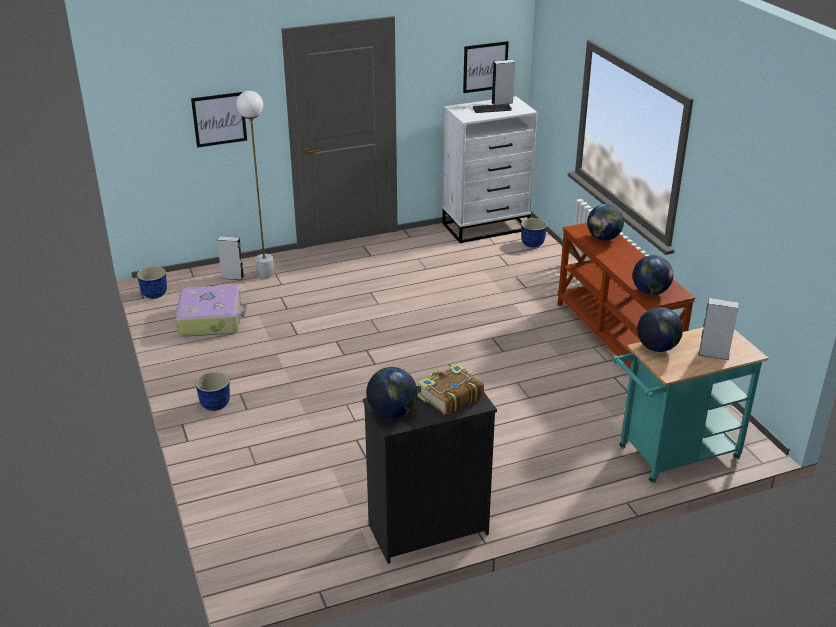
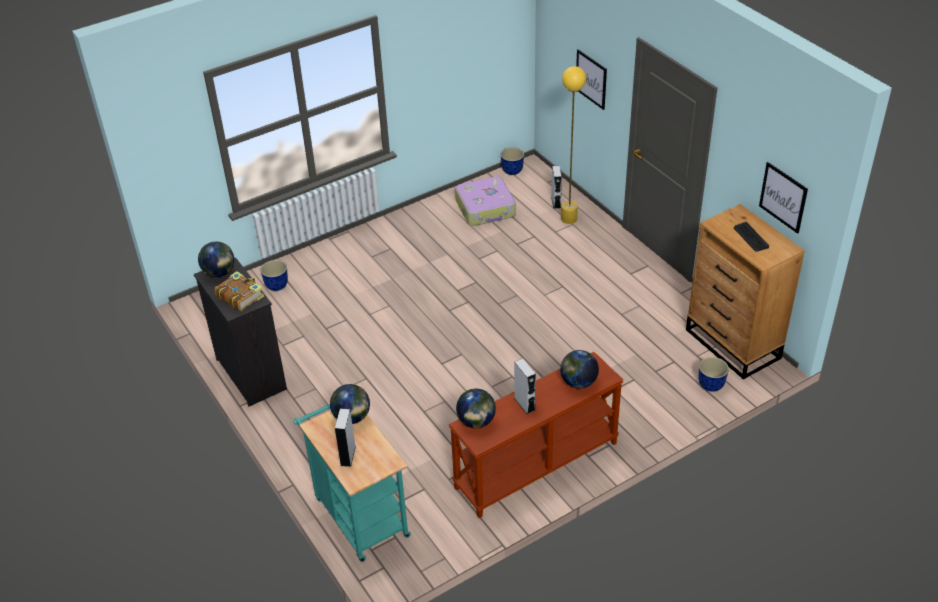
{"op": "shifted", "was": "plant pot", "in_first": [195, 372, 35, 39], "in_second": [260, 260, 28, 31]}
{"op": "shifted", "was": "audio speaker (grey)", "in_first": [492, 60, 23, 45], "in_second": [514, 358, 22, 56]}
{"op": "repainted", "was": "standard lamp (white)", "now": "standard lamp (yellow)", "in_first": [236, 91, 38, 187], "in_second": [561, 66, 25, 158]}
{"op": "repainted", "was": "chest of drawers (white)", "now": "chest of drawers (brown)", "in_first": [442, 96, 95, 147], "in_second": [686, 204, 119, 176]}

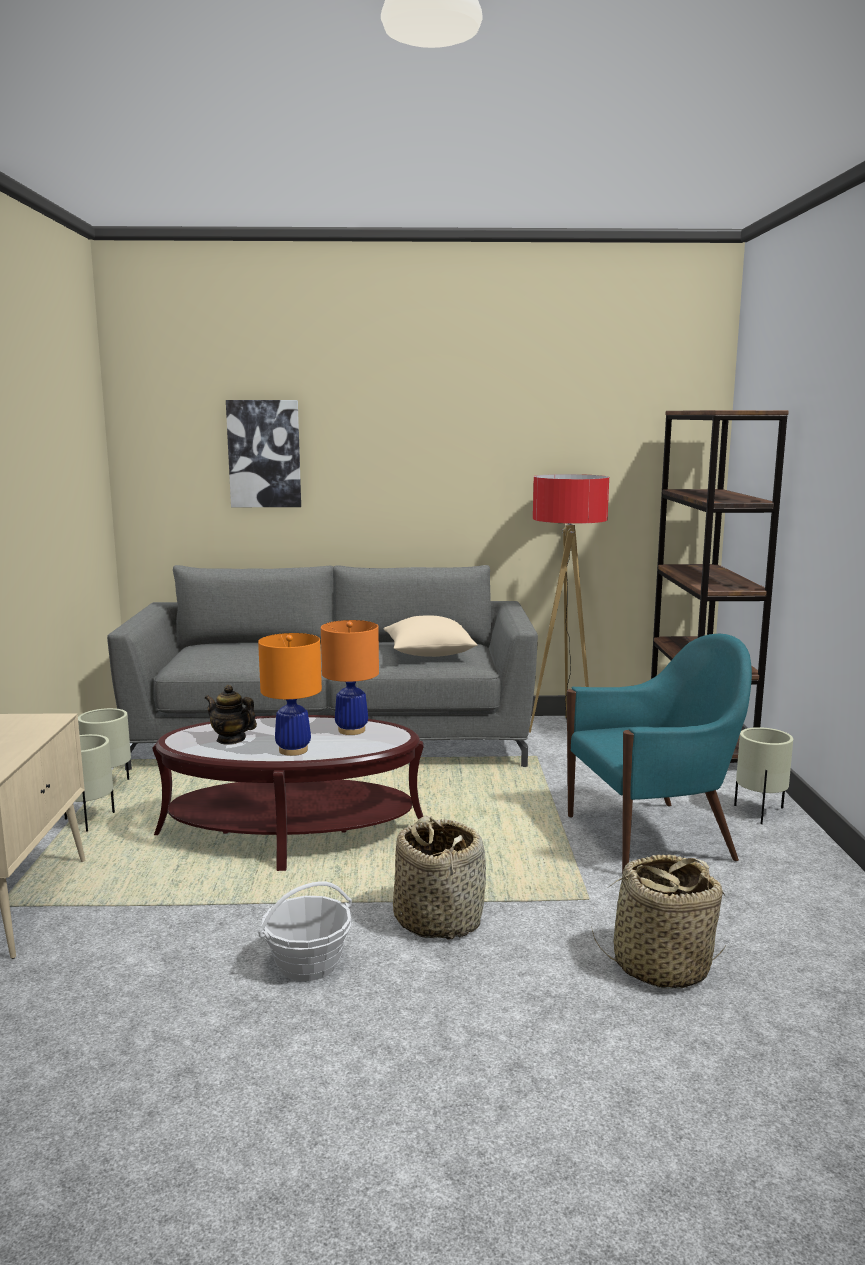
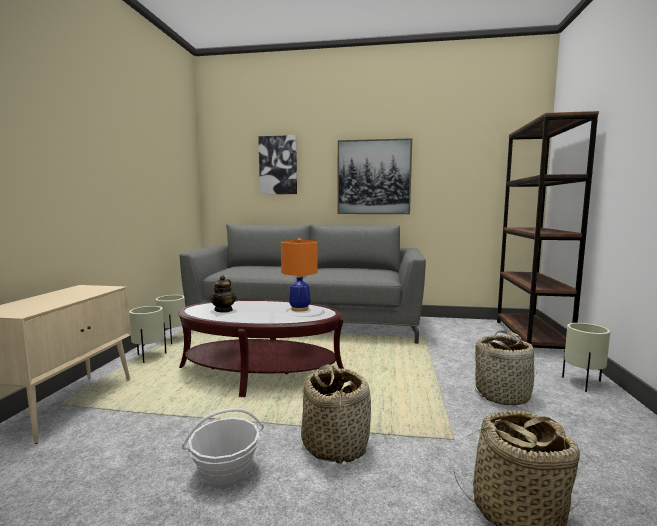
{"op": "gone", "was": "tabletop lamp (orange-coloured)", "in_first": [258, 633, 64, 123]}
{"op": "gone", "was": "pillow (sand-coloured)", "in_first": [384, 615, 93, 42]}
{"op": "gone", "was": "standard lamp", "in_first": [529, 474, 80, 259]}
{"op": "new", "now": "wall art", "in_second": [337, 138, 75, 76]}
{"op": "swapped", "was": "armchair (turquoise-coloured)", "now": "storage basket", "in_first": [567, 634, 185, 240], "in_second": [475, 330, 62, 75]}
{"op": "rotated", "was": "teapot", "in_first": [205, 685, 52, 60], "in_second": [210, 275, 26, 38], "clockwise": -120}

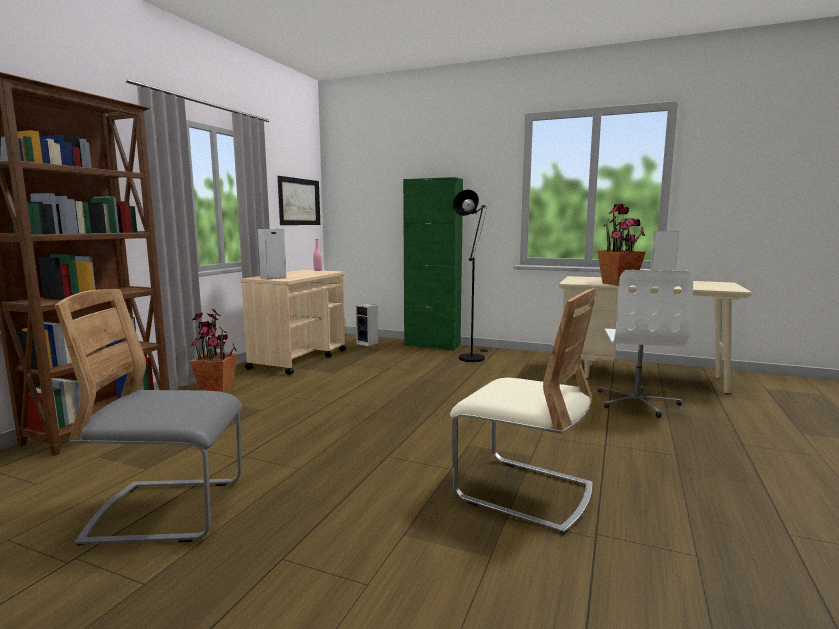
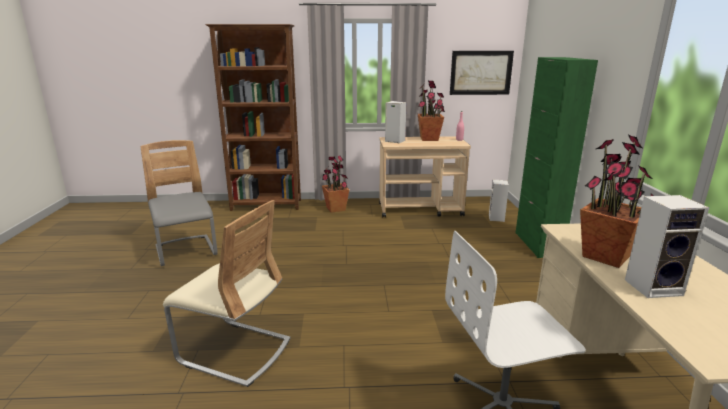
{"op": "gone", "was": "standard lamp (blackish)", "in_first": [453, 189, 35, 173]}
{"op": "new", "now": "potted plant", "in_second": [418, 81, 27, 60]}
{"op": "rotated", "was": "upright chair (sand-coloured)", "in_first": [450, 288, 148, 246], "in_second": [163, 200, 128, 187], "clockwise": -75}

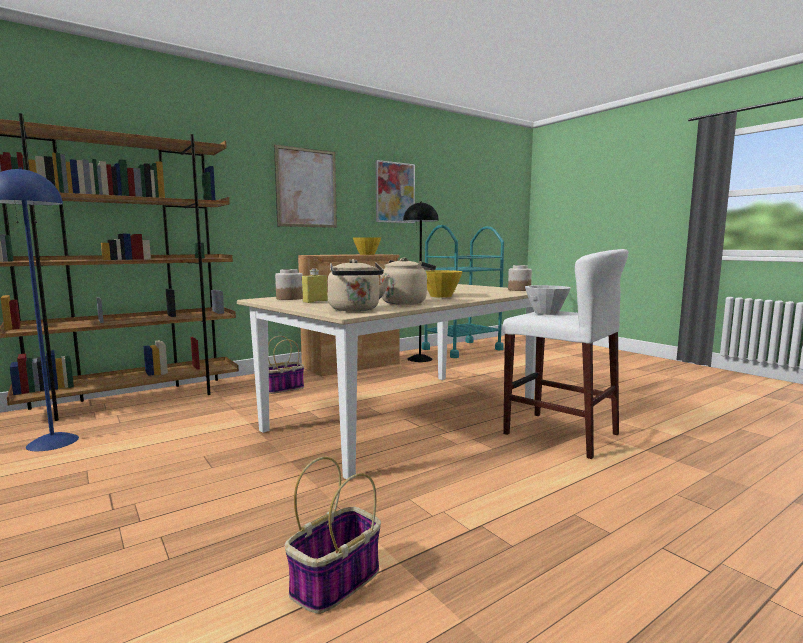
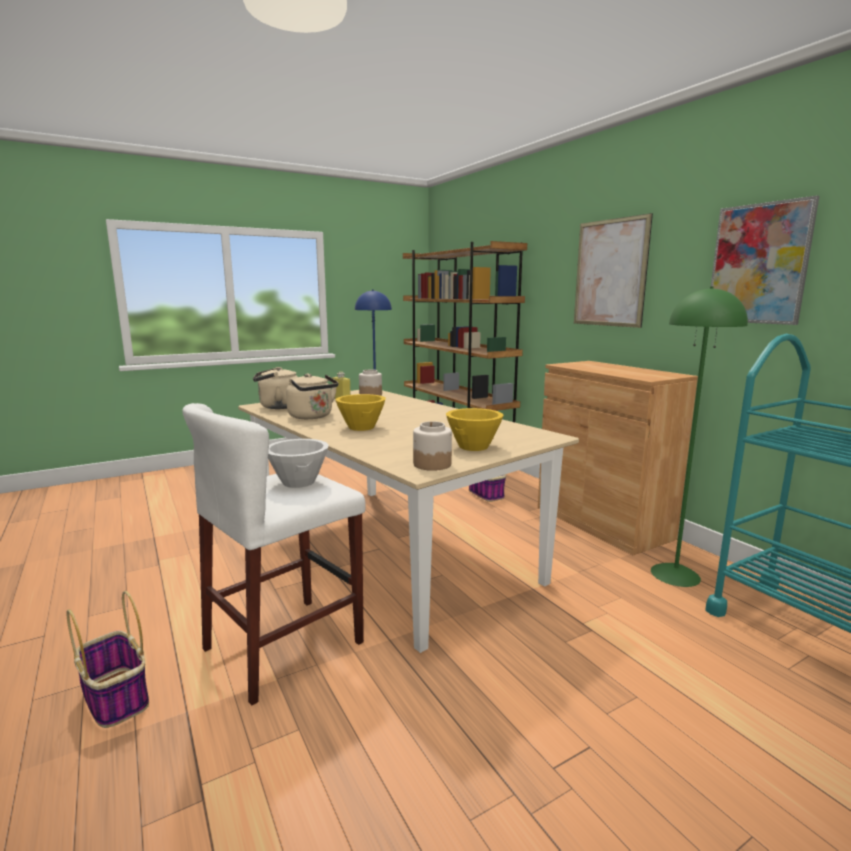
{"op": "shifted", "was": "storage basket", "in_first": [284, 457, 97, 157], "in_second": [66, 591, 83, 137]}
{"op": "shifted", "was": "serving bowl (yellow)", "in_first": [353, 237, 28, 18], "in_second": [446, 408, 58, 43]}
{"op": "repainted", "was": "standard lamp (blackish)", "now": "standard lamp (greenish)", "in_first": [403, 202, 36, 160], "in_second": [651, 287, 97, 300]}

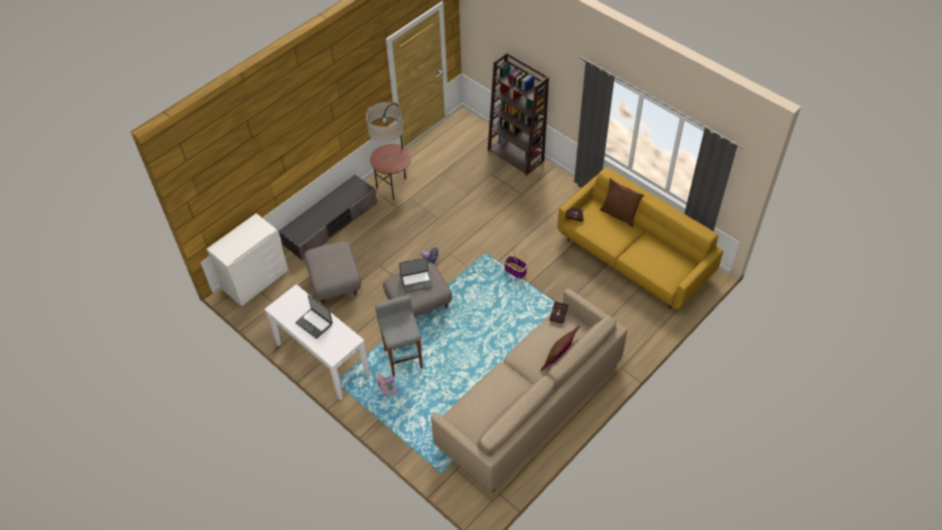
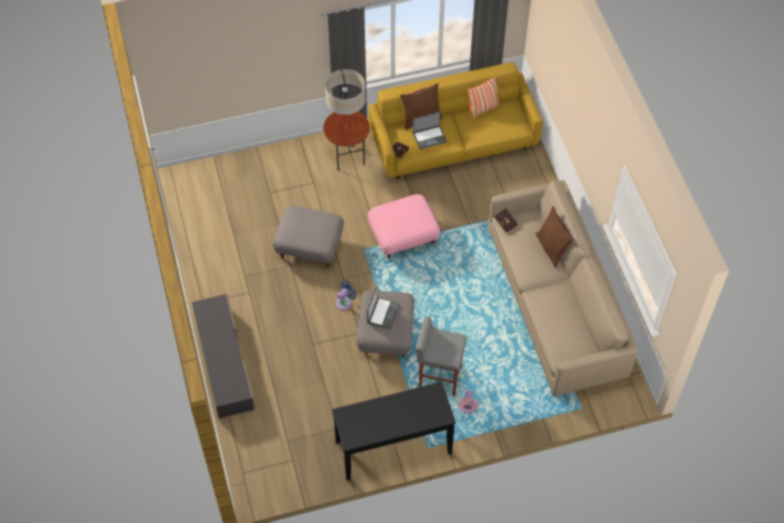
{"op": "gone", "was": "chest of drawers (white)", "in_first": [207, 213, 81, 94]}
{"op": "gone", "was": "bookshelf (brown)", "in_first": [488, 52, 61, 124]}
{"op": "new", "now": "pillow", "in_second": [467, 77, 33, 42]}
{"op": "shifted", "was": "laptop", "in_first": [295, 295, 38, 44], "in_second": [413, 112, 34, 38]}
{"op": "shifted", "was": "ottoman (grey)", "in_first": [304, 241, 57, 65], "in_second": [273, 206, 71, 62]}
{"op": "shifted", "was": "standard lamp", "in_first": [366, 102, 45, 98], "in_second": [323, 68, 47, 102]}
{"op": "swapped", "was": "storage basket", "now": "ottoman (pinkish)", "in_first": [504, 247, 24, 32], "in_second": [368, 194, 72, 66]}
{"op": "repainted", "was": "hall table (white)", "now": "hall table (blackish)", "in_first": [264, 284, 106, 116], "in_second": [332, 382, 124, 99]}

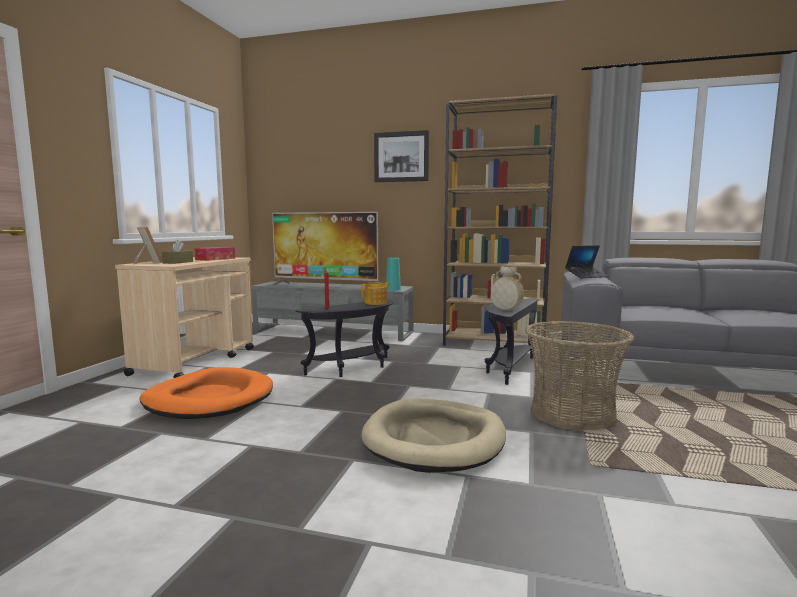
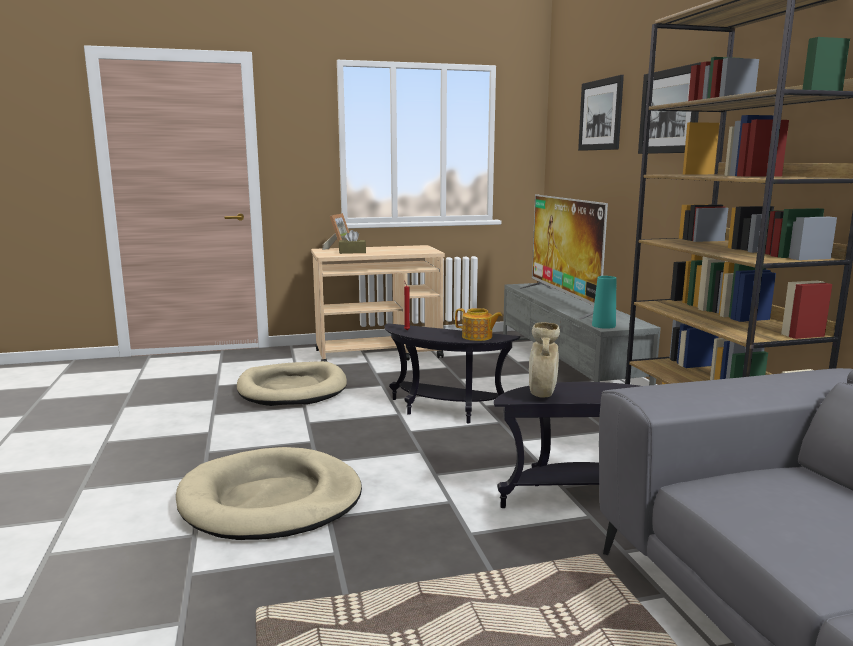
{"op": "gone", "was": "box of tissues", "in_first": [194, 247, 41, 14]}
{"op": "gone", "was": "storage basket", "in_first": [525, 321, 110, 110]}
{"op": "gone", "was": "laptop", "in_first": [565, 245, 43, 33]}
{"op": "new", "now": "wall art", "in_second": [578, 75, 46, 76]}
{"op": "repainted", "was": "pet bed (orange-coloured)", "now": "pet bed (sand-coloured)", "in_first": [139, 367, 134, 52], "in_second": [237, 361, 110, 45]}

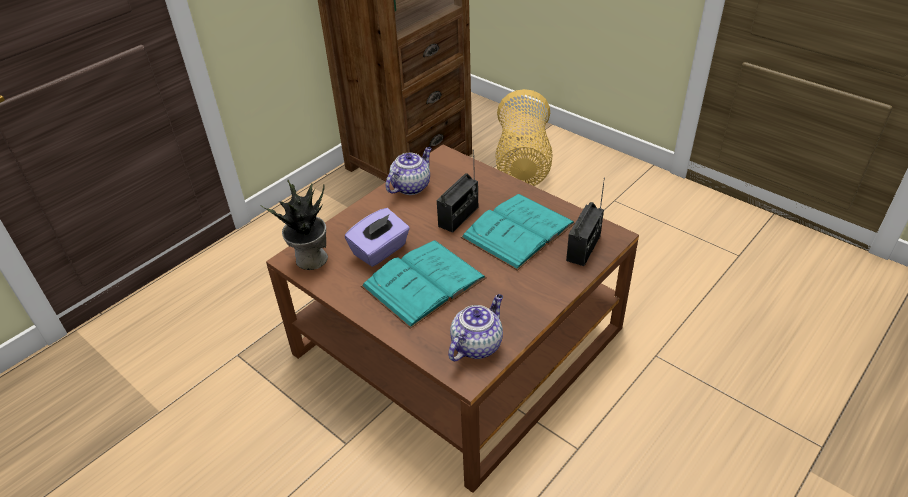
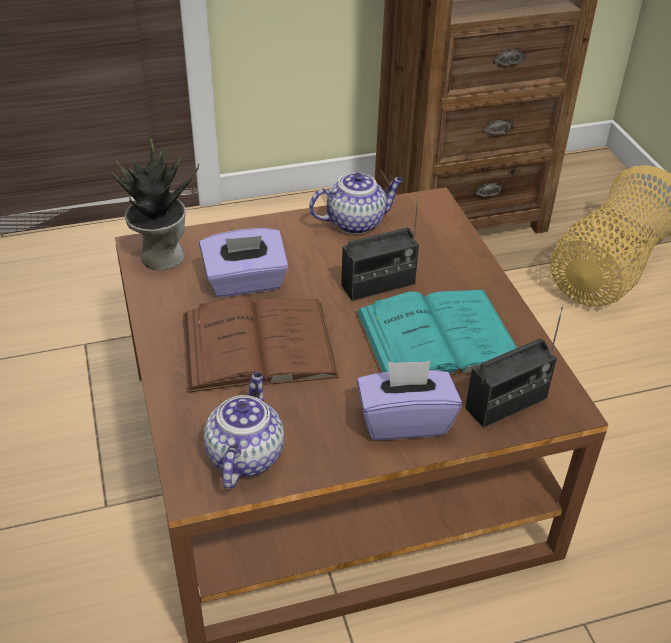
{"op": "new", "now": "box of tissues (purplish)", "in_second": [357, 361, 105, 79]}
{"op": "repainted", "was": "volume (turquoise-coloured)", "now": "volume (brown)", "in_first": [361, 240, 126, 89], "in_second": [182, 297, 157, 96]}
{"op": "rotated", "was": "teapot", "in_first": [448, 294, 55, 67], "in_second": [204, 372, 80, 117], "clockwise": -60}

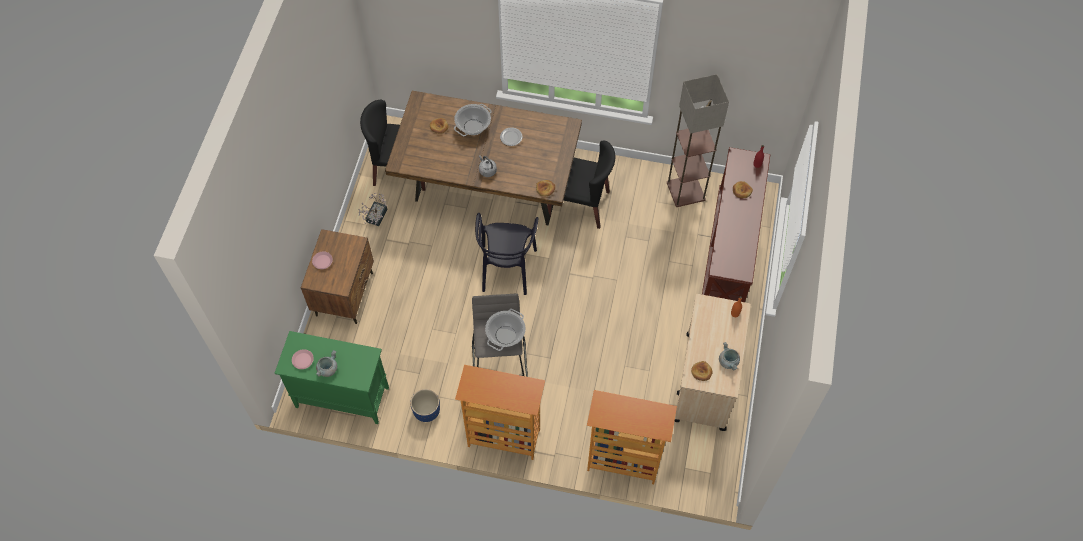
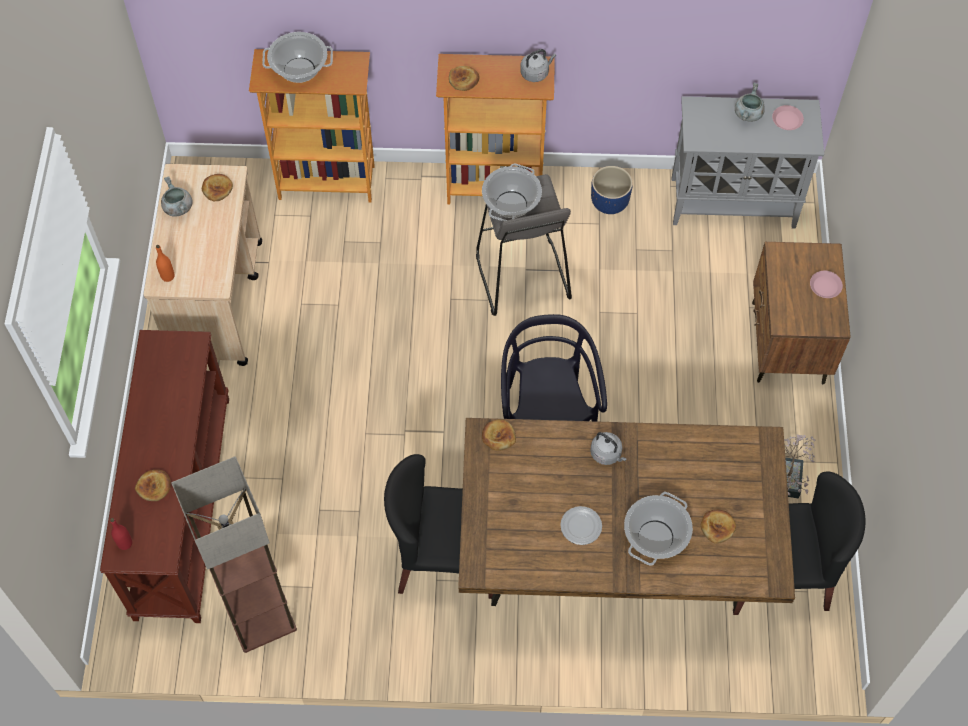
{"op": "new", "now": "stockpot", "in_second": [262, 32, 71, 51]}
{"op": "new", "now": "bakery bread", "in_second": [449, 66, 31, 25]}
{"op": "new", "now": "kettle (grey)", "in_second": [520, 49, 36, 33]}
{"op": "repainted", "was": "cabinet (greenish)", "now": "cabinet (grey)", "in_first": [275, 331, 114, 93], "in_second": [671, 96, 153, 133]}

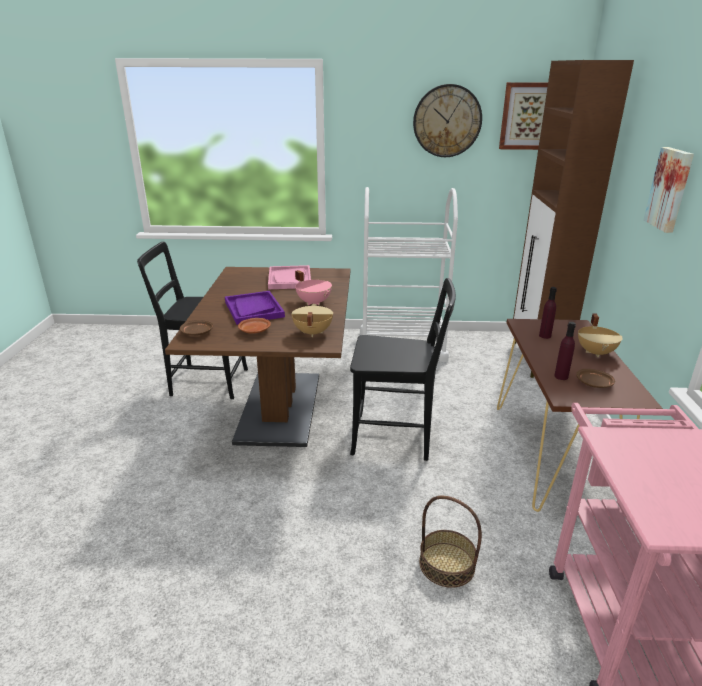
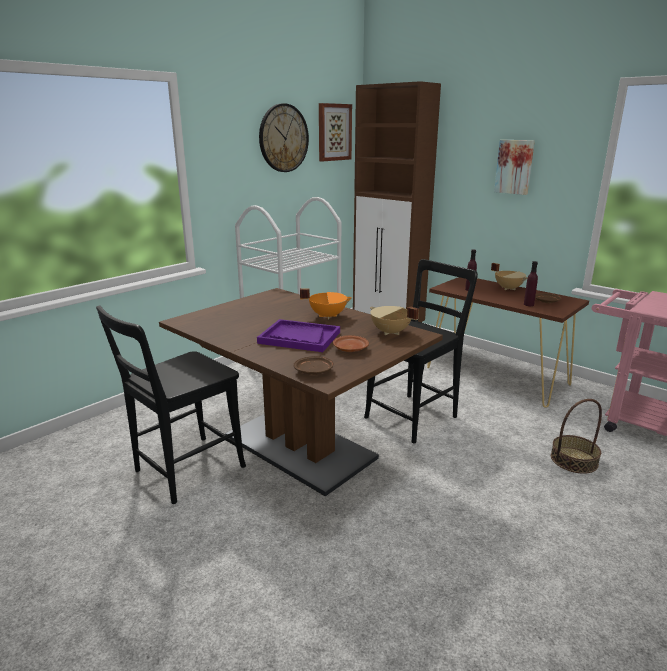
{"op": "gone", "was": "tray (pinkish)", "in_first": [268, 265, 43, 24]}
{"op": "repainted", "was": "stockpot (pinkish)", "now": "stockpot (orange-coloured)", "in_first": [295, 270, 37, 35], "in_second": [300, 288, 52, 31]}

